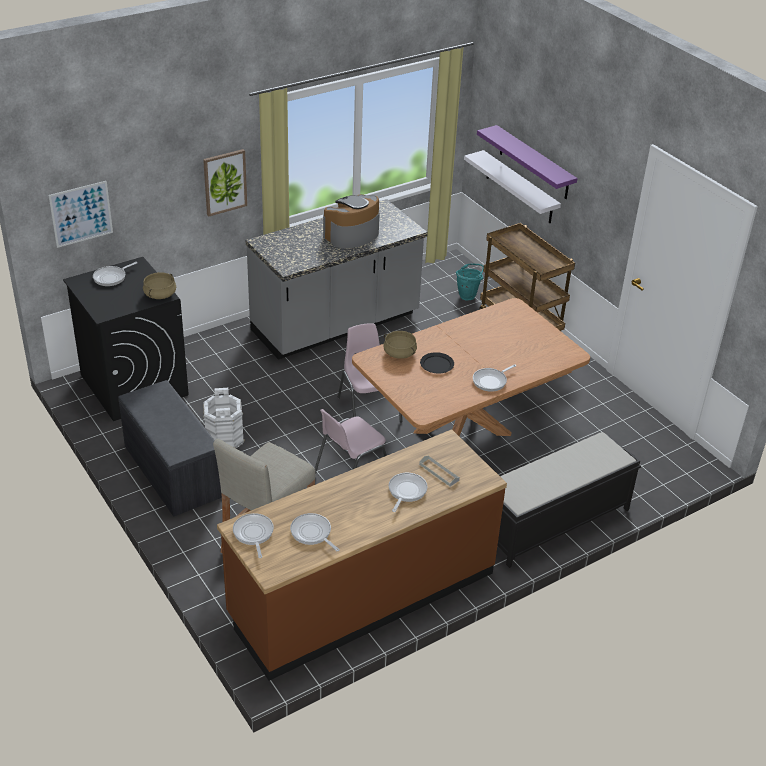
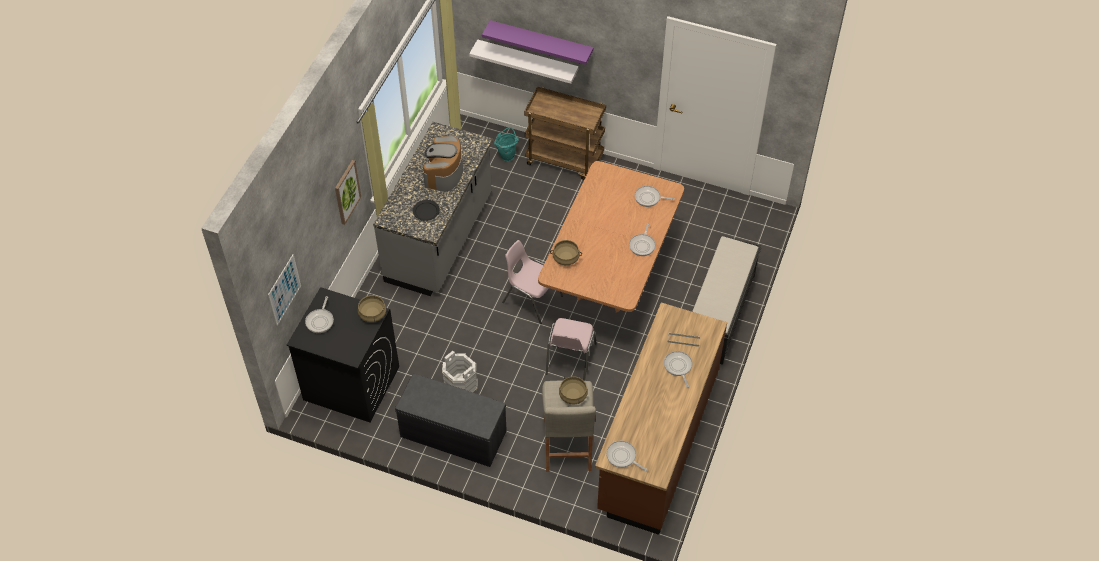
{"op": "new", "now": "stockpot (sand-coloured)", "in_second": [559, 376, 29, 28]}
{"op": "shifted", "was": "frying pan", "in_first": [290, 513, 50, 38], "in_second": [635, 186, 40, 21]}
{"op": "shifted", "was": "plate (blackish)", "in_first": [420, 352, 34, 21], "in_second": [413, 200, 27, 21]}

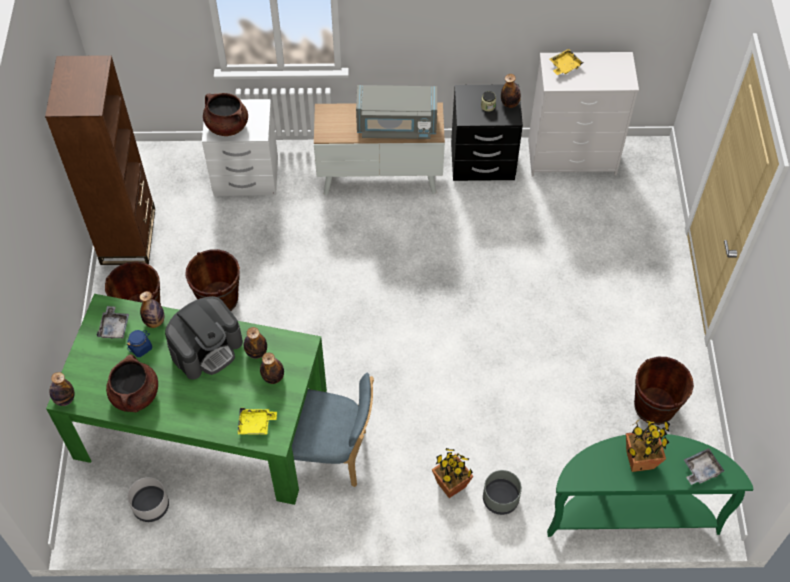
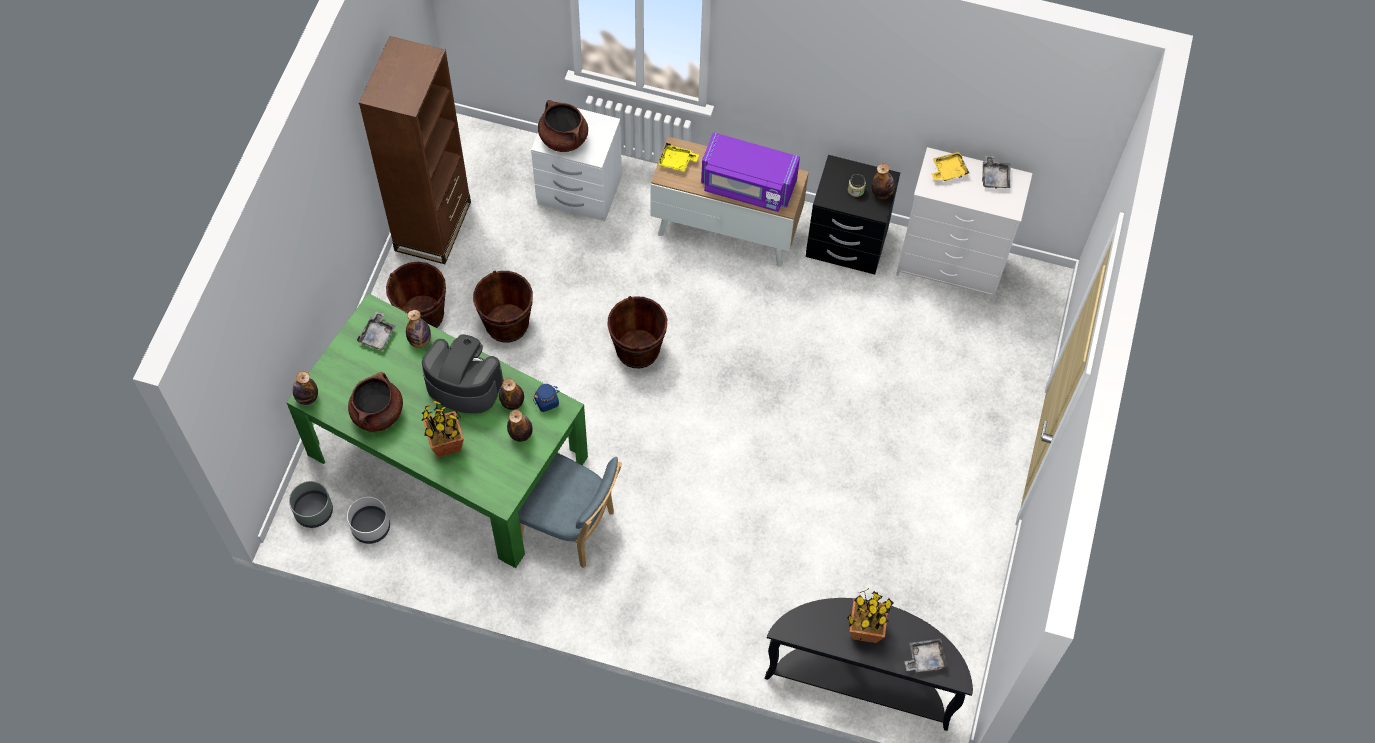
{"op": "new", "now": "tray (grey)", "in_second": [982, 155, 28, 34]}
{"op": "shifted", "was": "storage jar (blue-coloured)", "in_first": [127, 330, 25, 27], "in_second": [533, 384, 26, 28]}
{"op": "shifted", "was": "tray (yellow)", "in_first": [238, 408, 39, 27], "in_second": [658, 142, 41, 30]}
{"op": "shifted", "was": "potted plant", "in_first": [432, 448, 42, 50], "in_second": [422, 399, 42, 58]}
{"op": "shifted", "was": "plant pot (grey)", "in_first": [483, 470, 39, 45], "in_second": [289, 481, 44, 47]}
{"op": "shifted", "was": "pail (brown)", "in_first": [634, 357, 60, 68], "in_second": [607, 296, 60, 72]}
{"op": "repainted", "was": "kitchen microwave (grey)", "now": "kitchen microwave (purplish)", "in_first": [356, 85, 81, 54], "in_second": [701, 132, 99, 80]}
{"op": "repainted", "was": "hall table (greenish)", "now": "hall table (blackish)", "in_first": [547, 434, 207, 103], "in_second": [764, 598, 209, 133]}
{"op": "rotated", "was": "coffee brewer", "in_first": [165, 296, 78, 84], "in_second": [422, 335, 81, 78], "clockwise": -135}

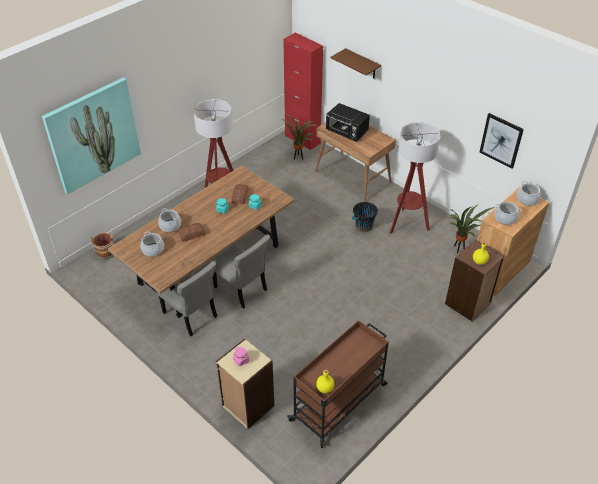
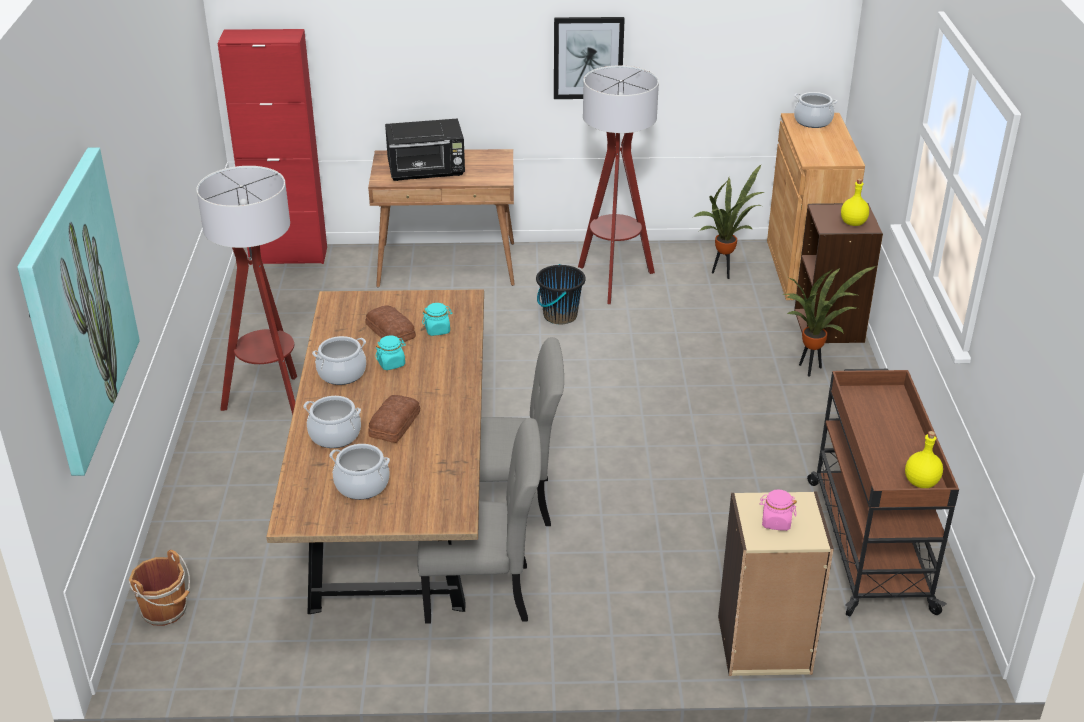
{"op": "gone", "was": "bracket shelf (brown)", "in_first": [331, 48, 50, 31]}
{"op": "shifted", "was": "potted plant", "in_first": [282, 114, 34, 46], "in_second": [783, 266, 93, 111]}
{"op": "shifted", "was": "wall art", "in_first": [479, 113, 45, 56], "in_second": [554, 17, 71, 82]}
{"op": "shifted", "was": "stockpot", "in_first": [494, 202, 28, 23], "in_second": [312, 336, 54, 49]}

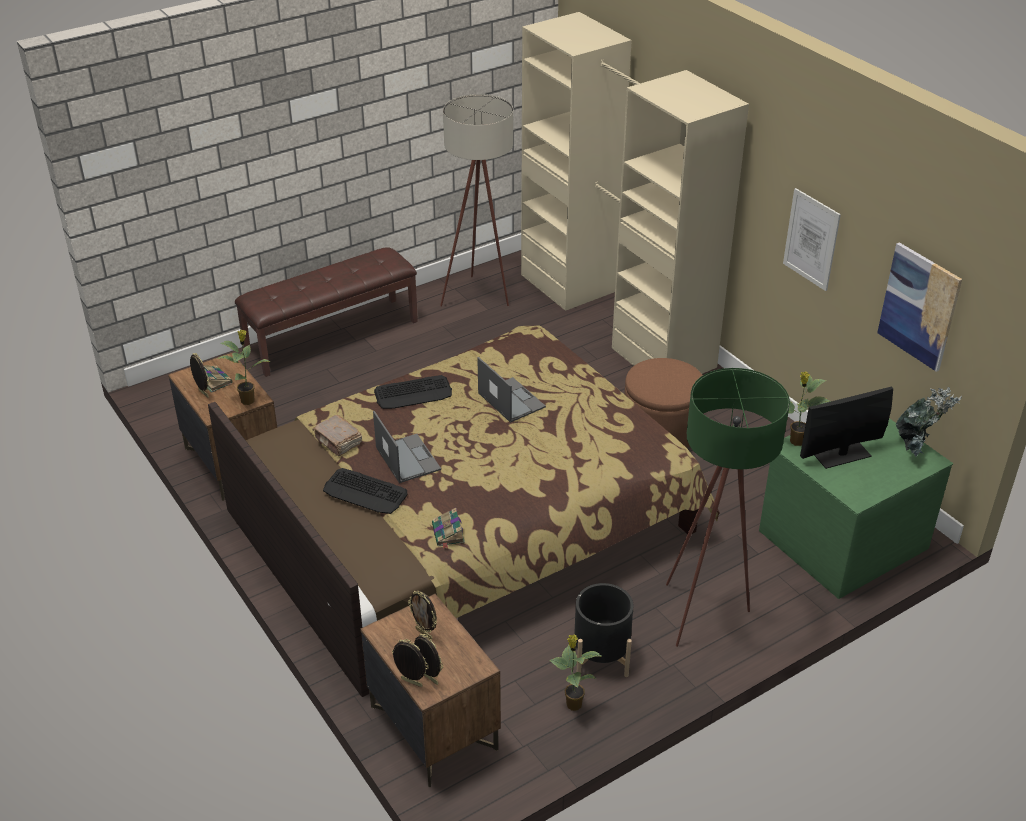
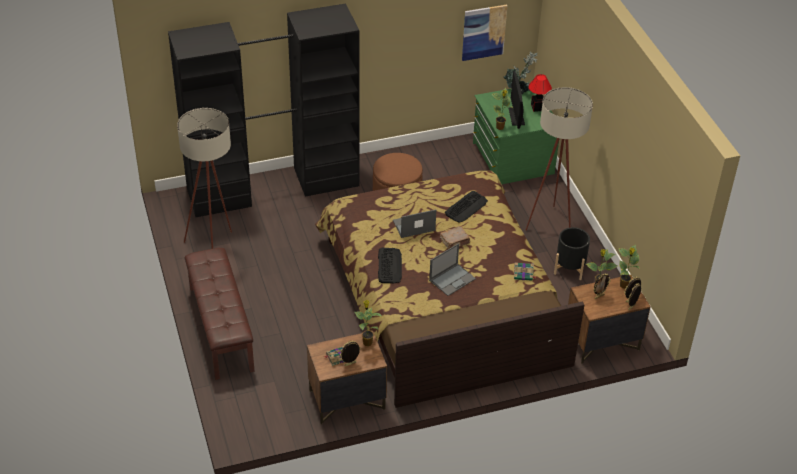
{"op": "gone", "was": "wall art", "in_first": [783, 188, 58, 103]}
{"op": "new", "now": "tabletop lamp", "in_second": [528, 74, 24, 38]}
{"op": "new", "now": "potted plant", "in_second": [618, 245, 22, 44]}
{"op": "shifted", "was": "volume (brown)", "in_first": [312, 415, 50, 41], "in_second": [440, 226, 30, 23]}
{"op": "shifted", "was": "keyboard", "in_first": [323, 468, 85, 46], "in_second": [445, 191, 43, 32]}
{"op": "repainted", "was": "clothes cupboard (sand-coloured)", "now": "clothes cupboard (blackish)", "in_first": [521, 12, 228, 362], "in_second": [168, 3, 191, 214]}
{"op": "repainted", "was": "standard lamp (greenish)", "now": "standard lamp (sand-coloured)", "in_first": [666, 368, 124, 279], "in_second": [526, 87, 67, 144]}
{"op": "rotated", "was": "laptop", "in_first": [373, 411, 68, 72], "in_second": [429, 243, 47, 53], "clockwise": 150}

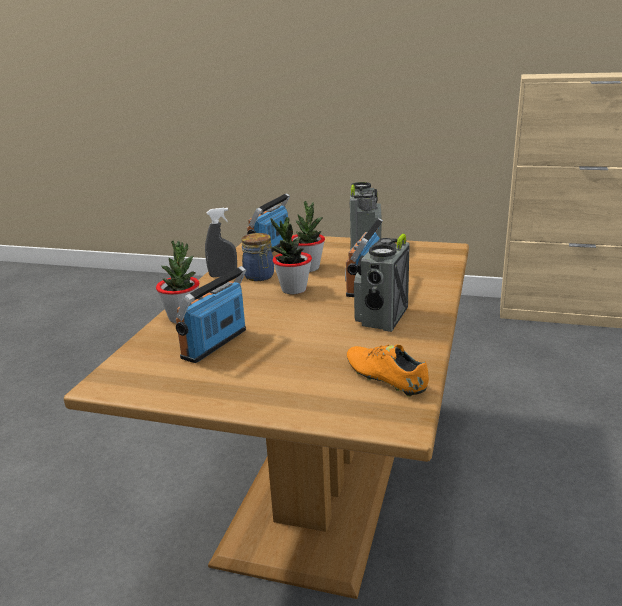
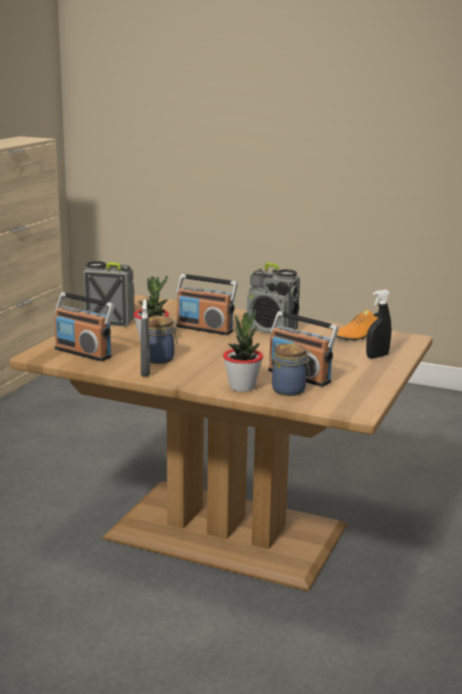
{"op": "gone", "was": "potted plant", "in_first": [270, 217, 42, 77]}
{"op": "new", "now": "storage jar", "in_second": [272, 343, 38, 53]}
{"op": "new", "now": "hand sprayer (blackish)", "in_second": [366, 289, 25, 70]}

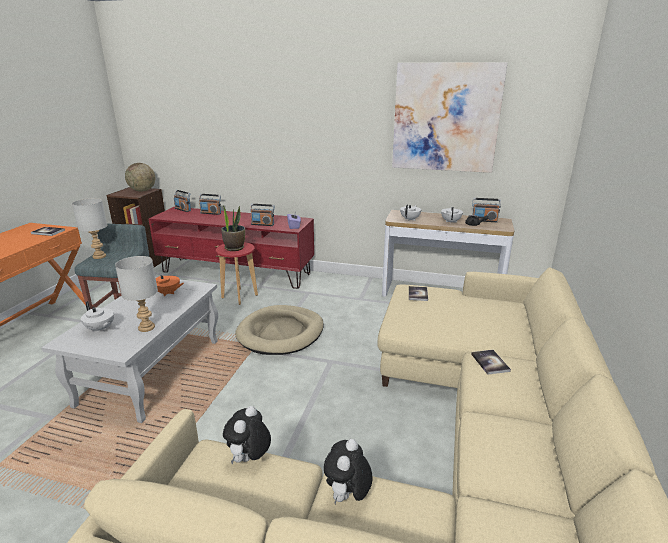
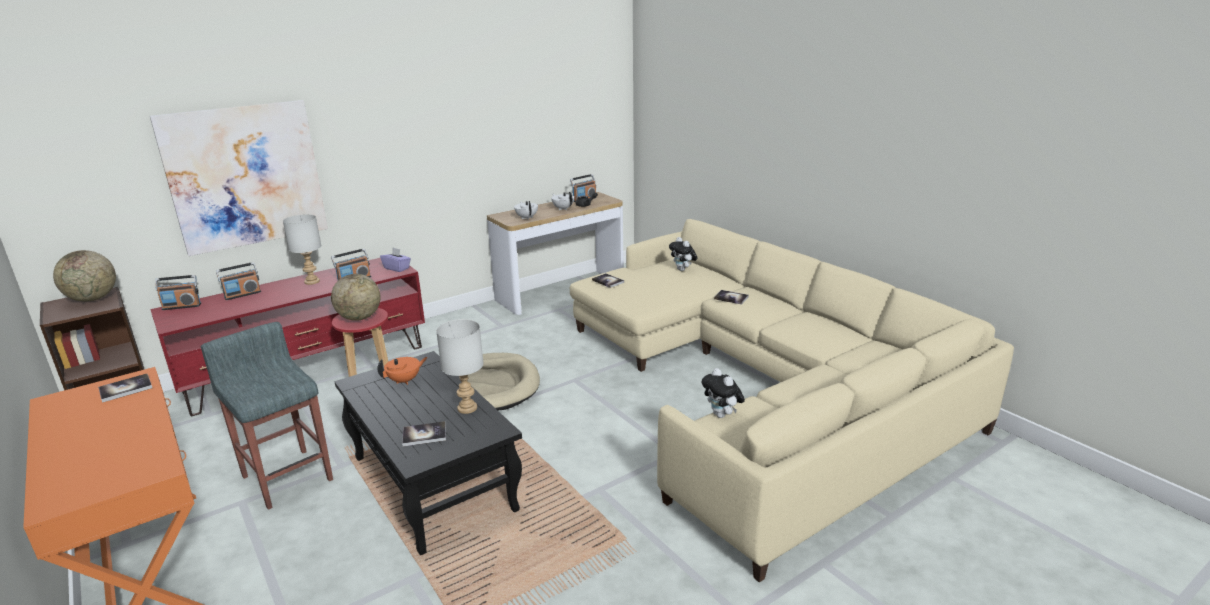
{"op": "shifted", "was": "tabletop lamp (grey)", "in_first": [72, 198, 35, 61], "in_second": [283, 214, 39, 71]}
{"op": "shifted", "was": "cuddly toy", "in_first": [324, 439, 48, 65], "in_second": [669, 237, 28, 34]}
{"op": "shifted", "was": "wall art", "in_first": [392, 62, 115, 111], "in_second": [150, 100, 178, 156]}
{"op": "swapped", "was": "teapot (white)", "now": "volume", "in_first": [81, 301, 33, 31], "in_second": [402, 421, 44, 25]}
{"op": "swapped", "was": "potted plant", "now": "world globe", "in_first": [221, 204, 24, 47], "in_second": [331, 274, 50, 47]}
{"op": "repainted", "was": "low table (white)", "now": "low table (blackish)", "in_first": [41, 276, 177, 147], "in_second": [334, 351, 188, 204]}

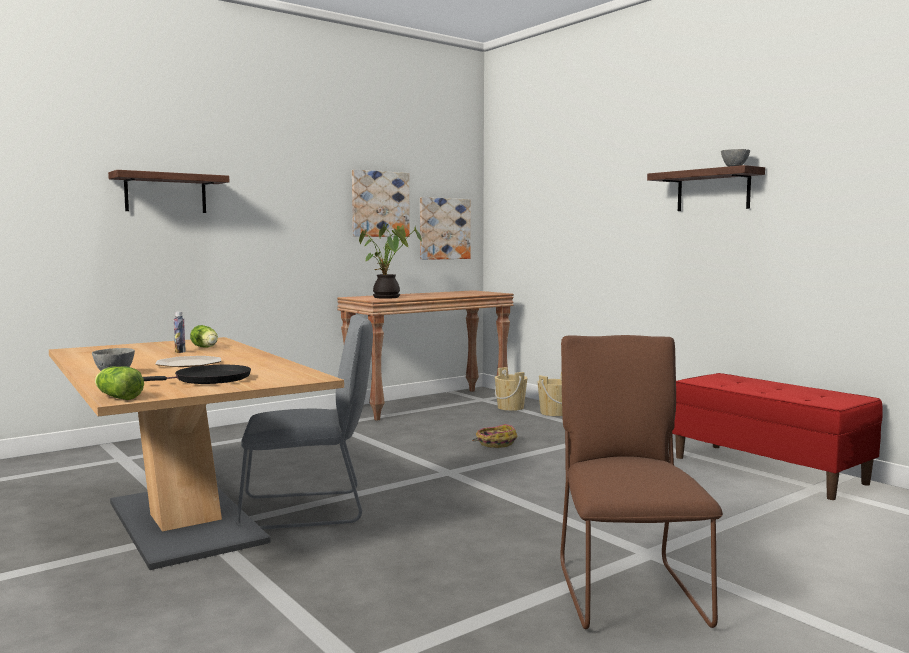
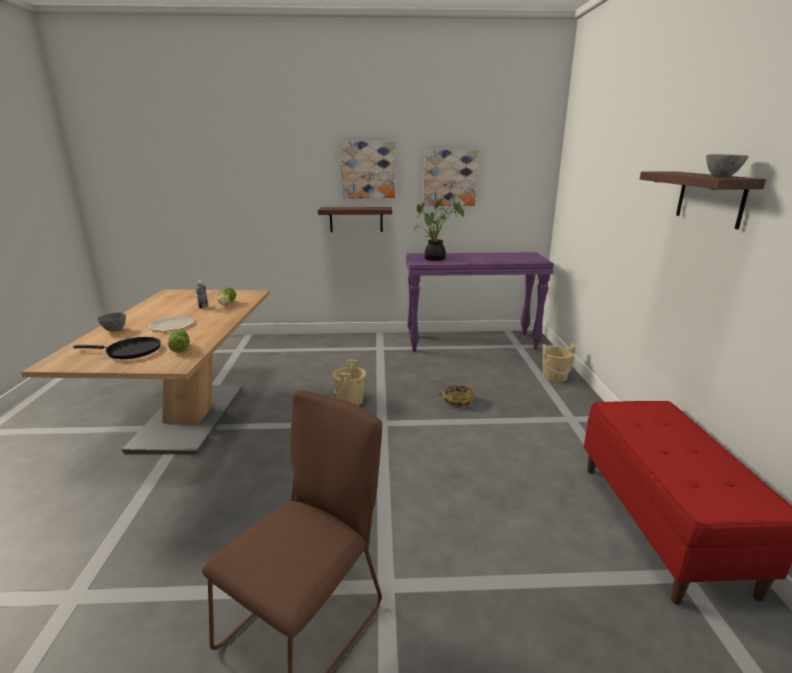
{"op": "gone", "was": "upright chair (grey)", "in_first": [237, 315, 136, 214]}
{"op": "shifted", "was": "lettuce head", "in_first": [95, 366, 49, 34], "in_second": [168, 329, 22, 24]}
{"op": "shifted", "was": "bracket shelf", "in_first": [108, 170, 121, 43], "in_second": [318, 207, 74, 25]}
{"op": "shifted", "was": "wall art", "in_first": [420, 197, 51, 63], "in_second": [340, 141, 55, 57]}
{"op": "shifted", "was": "pail (sand-coloured)", "in_first": [495, 367, 32, 44], "in_second": [333, 360, 33, 46]}
{"op": "repainted", "was": "hall table (brown)", "now": "hall table (purplish)", "in_first": [337, 290, 177, 131], "in_second": [406, 252, 148, 100]}

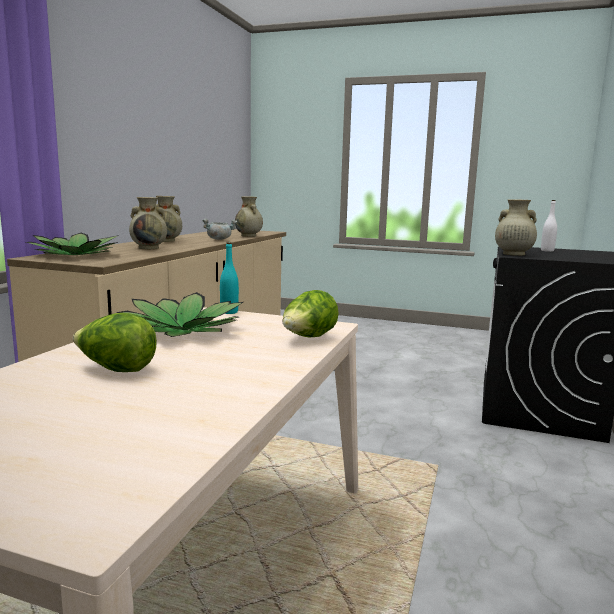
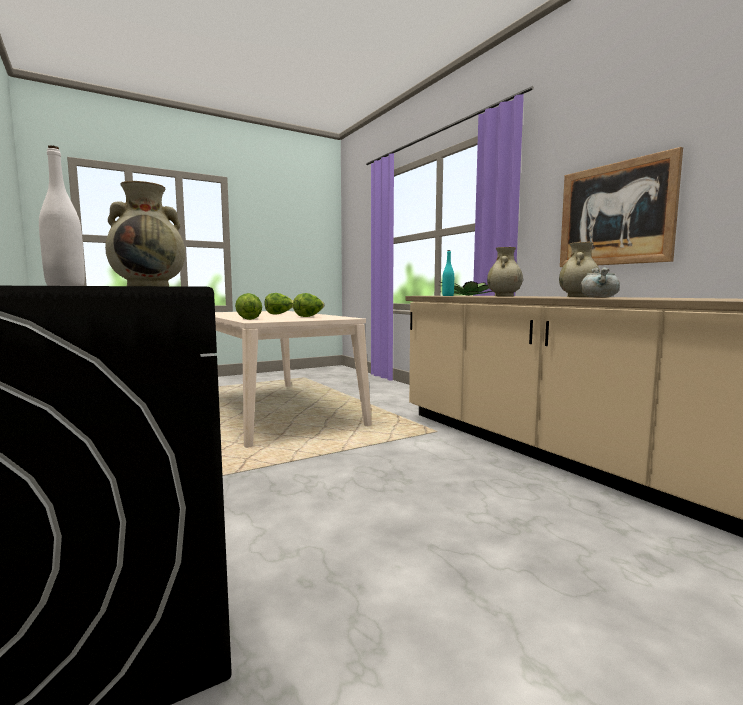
{"op": "gone", "was": "decorative vase (sand-coloured)", "in_first": [235, 196, 28, 41]}
{"op": "new", "now": "wall art", "in_second": [560, 147, 123, 120]}
{"op": "shifted", "was": "bottle (turquoise-coloured)", "in_first": [220, 242, 19, 72], "in_second": [442, 250, 12, 46]}
{"op": "swapped", "was": "potted plant", "now": "lettuce head", "in_first": [116, 292, 127, 45], "in_second": [293, 293, 32, 24]}

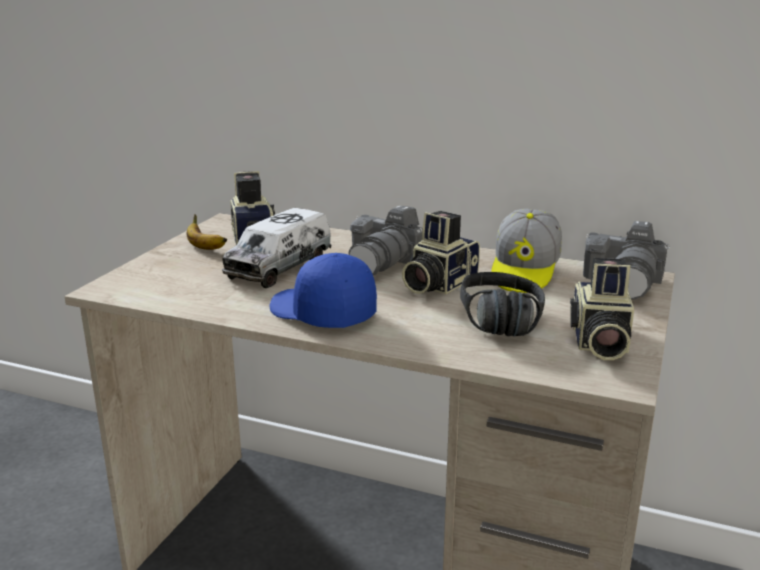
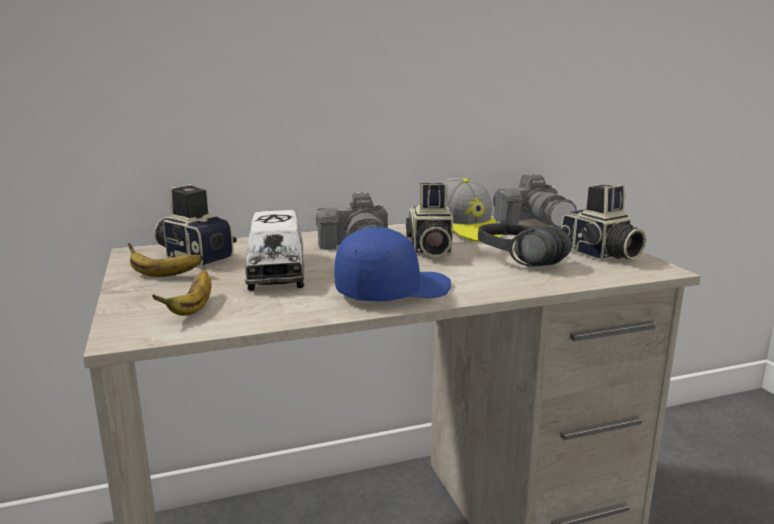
{"op": "new", "now": "banana fruit", "in_second": [152, 270, 59, 46]}
{"op": "rotated", "was": "peaked cap (blue-coloured)", "in_first": [269, 253, 108, 75], "in_second": [334, 227, 117, 74], "clockwise": 150}

